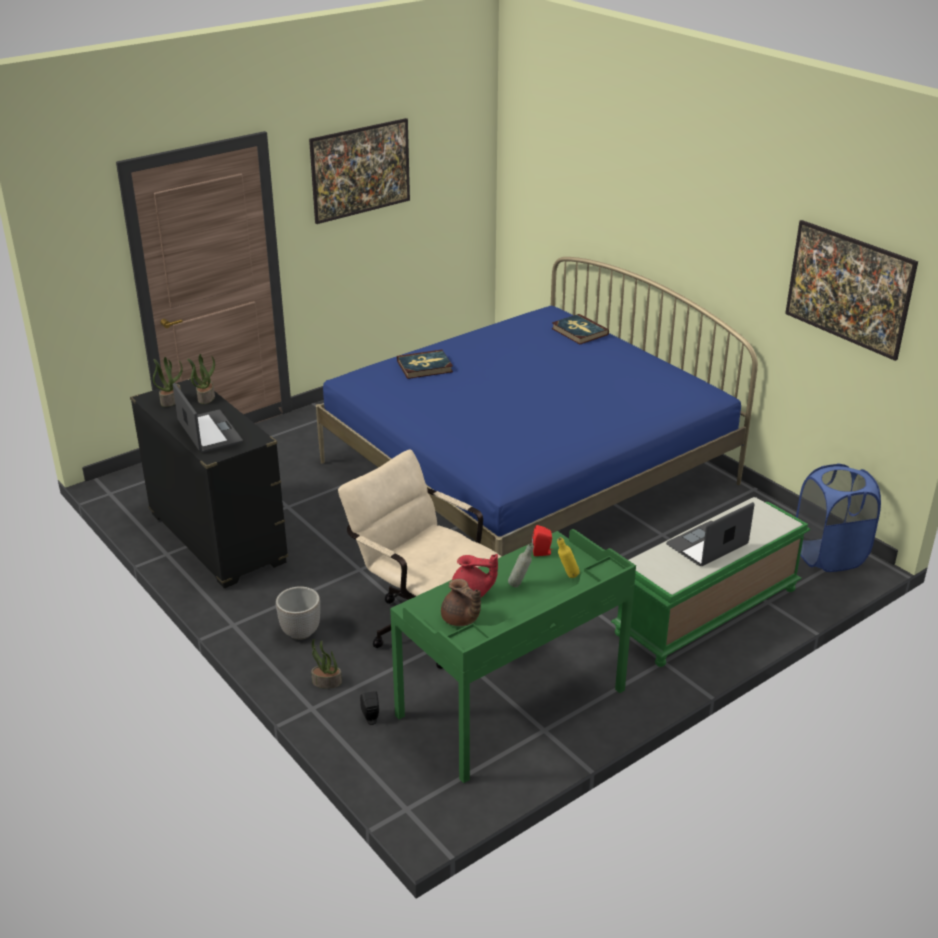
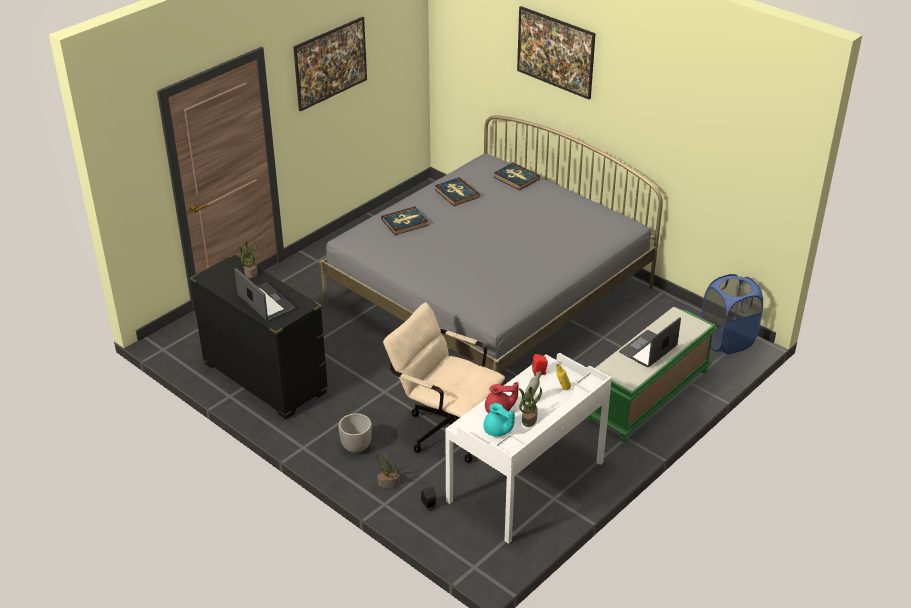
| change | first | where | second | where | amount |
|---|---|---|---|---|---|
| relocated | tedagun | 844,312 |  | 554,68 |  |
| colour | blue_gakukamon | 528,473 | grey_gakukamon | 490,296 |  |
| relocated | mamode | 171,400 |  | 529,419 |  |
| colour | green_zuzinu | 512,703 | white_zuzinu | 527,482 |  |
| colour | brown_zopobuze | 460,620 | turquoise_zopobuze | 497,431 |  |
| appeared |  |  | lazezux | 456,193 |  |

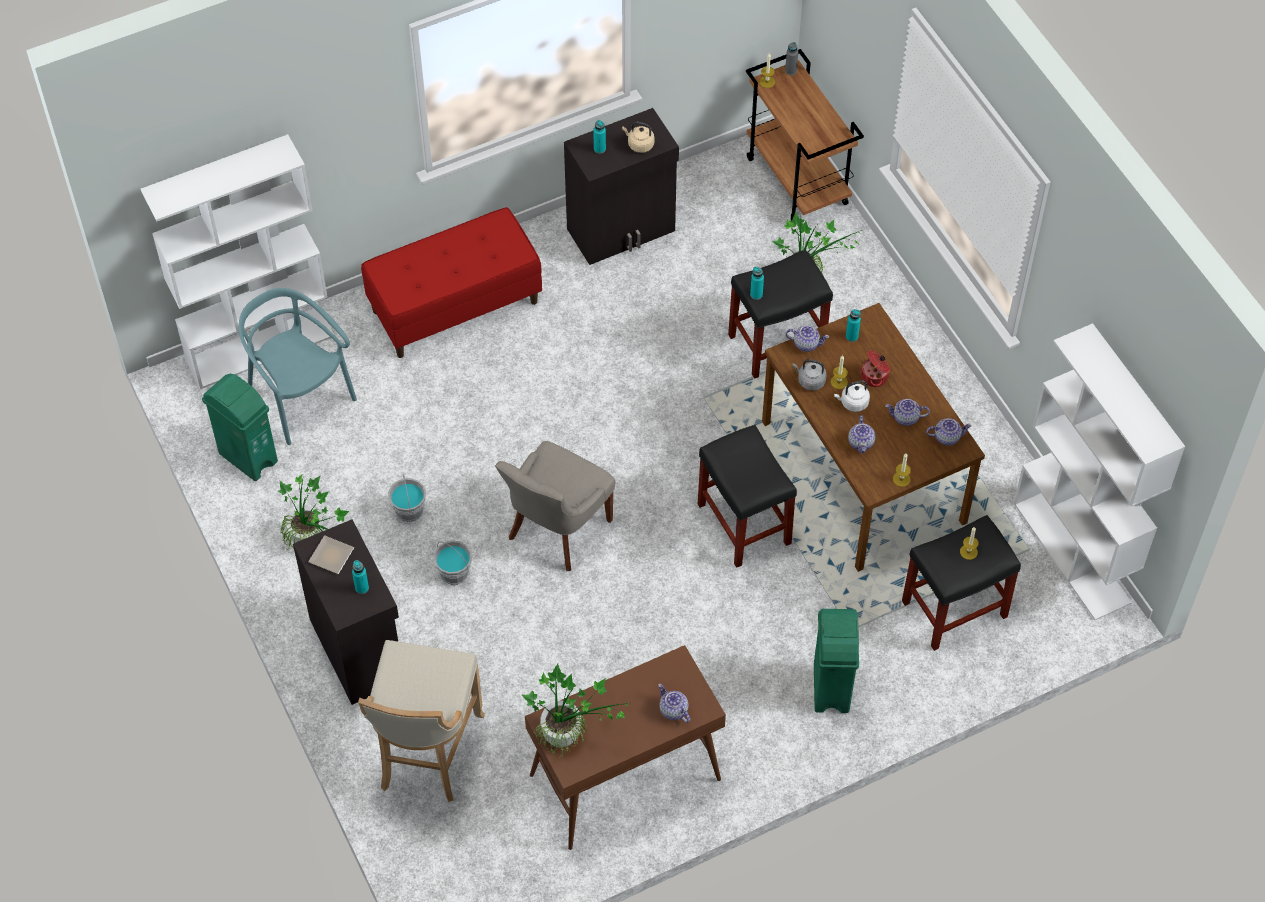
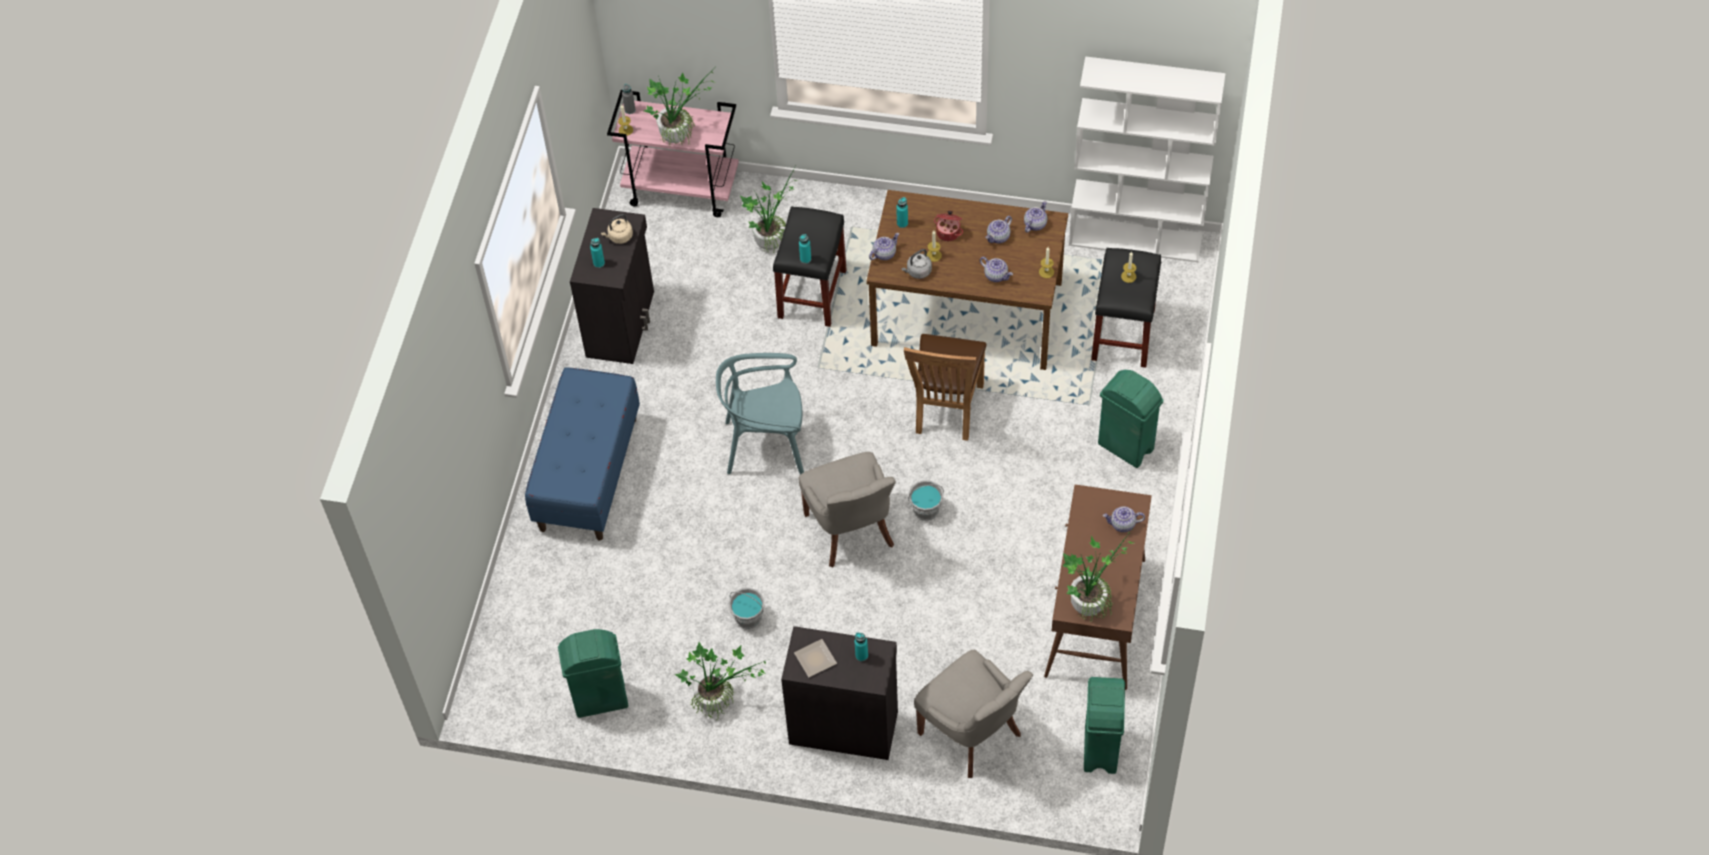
| change | first | where | second | where | amount |
|---|---|---|---|---|---|
| colour | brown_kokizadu | 798,181 | pink_kokizadu | 683,189 |  |
| missing | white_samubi | 260,347 |  |  |  |
| colour | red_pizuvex | 455,306 | blue_pizuvex | 588,473 |  |
| relocated | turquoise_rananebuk | 299,398 |  | 766,445 |  |
| missing | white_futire | 853,403 |  |  |  |
| exchanged | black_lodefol | 743,523 | brown_rananebuk | 946,412 |  |
| relocated | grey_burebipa | 454,573 |  | 926,510 |  |
| exchanged | beige_lodefol | 427,754 | grey_rananebuk | 972,734 |  |
| appeared |  |  | mamode | 679,132 |  |
| appeared |  |  | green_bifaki | 1100,750 |  |

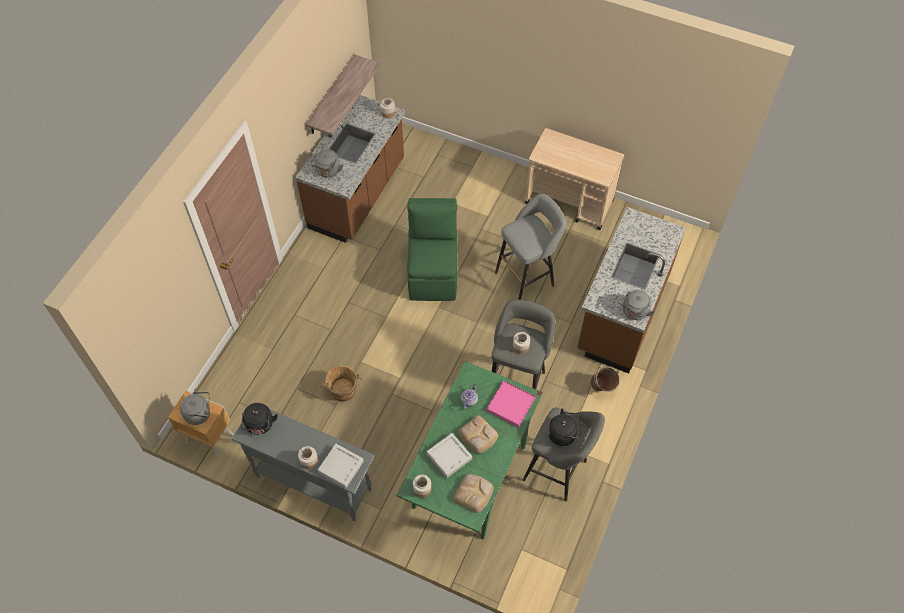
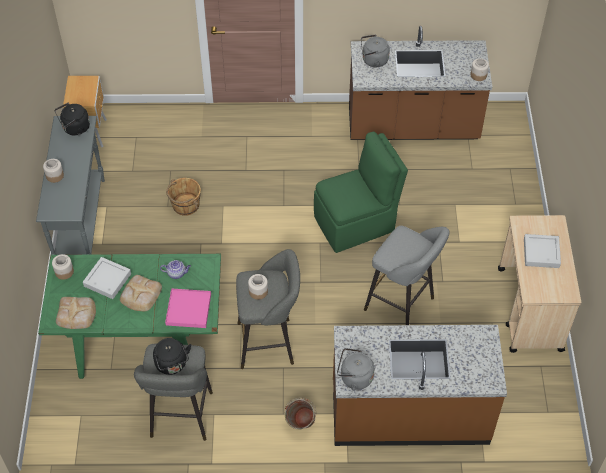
| change | first | where | second | where | amount |
|---|---|---|---|---|---|
| missing | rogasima | 331,96 |  |  |  |
| missing | grey_futire | 200,413 |  |  |  |
| relocated | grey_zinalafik | 341,467 |  | 541,253 |  |

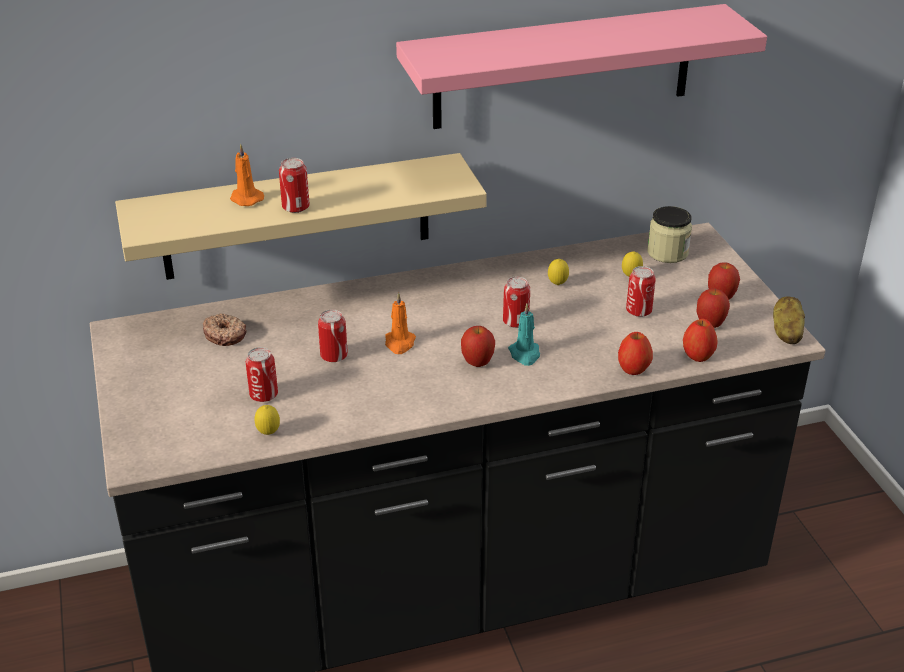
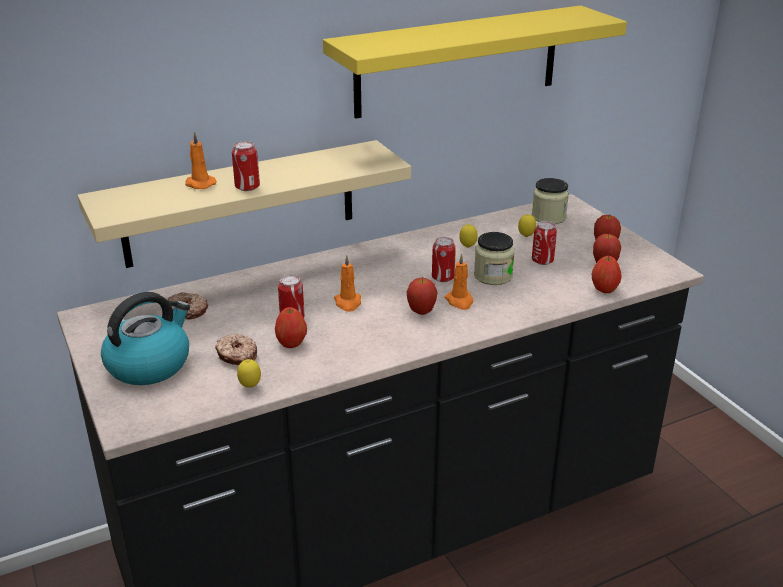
| change | first | where | second | where | amount |
|---|---|---|---|---|---|
| colour | pink_rogasima | 563,67 | yellow_rogasima | 458,61 |  |
| missing | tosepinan | 786,332 |  |  |  |
| colour | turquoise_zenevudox | 525,354 | orange_zenevudox | 459,301 |  |
| relocated | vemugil | 633,369 |  | 291,343 |  |
| exchanged | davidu | 264,395 | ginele | 237,356 |  |
| appeared |  |  | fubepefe | 493,276 |  |
| appeared |  |  | futire | 149,364 |  |

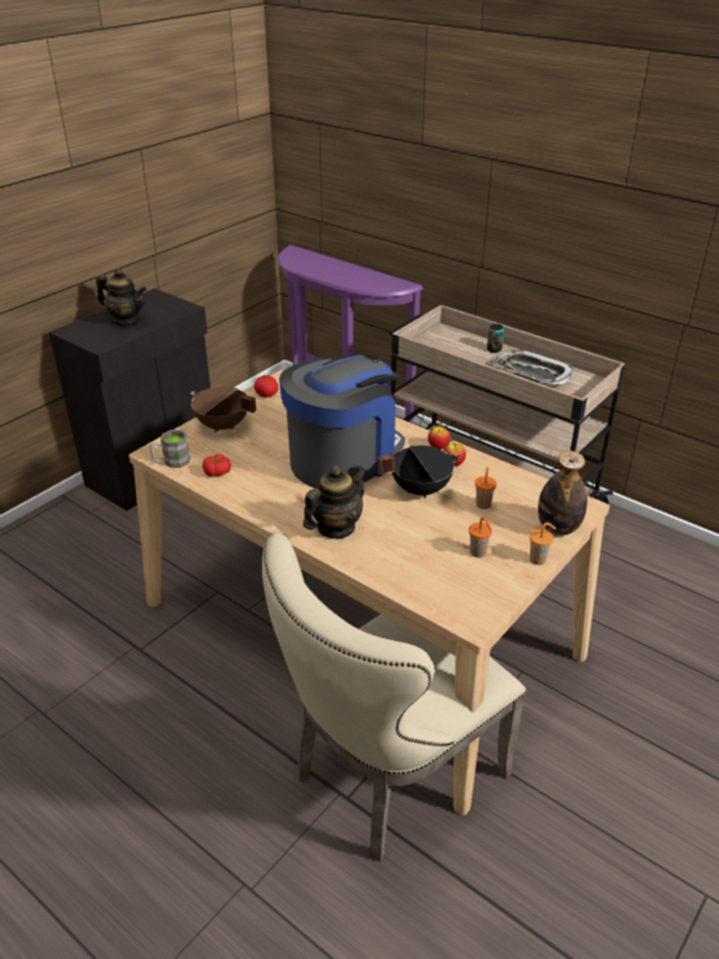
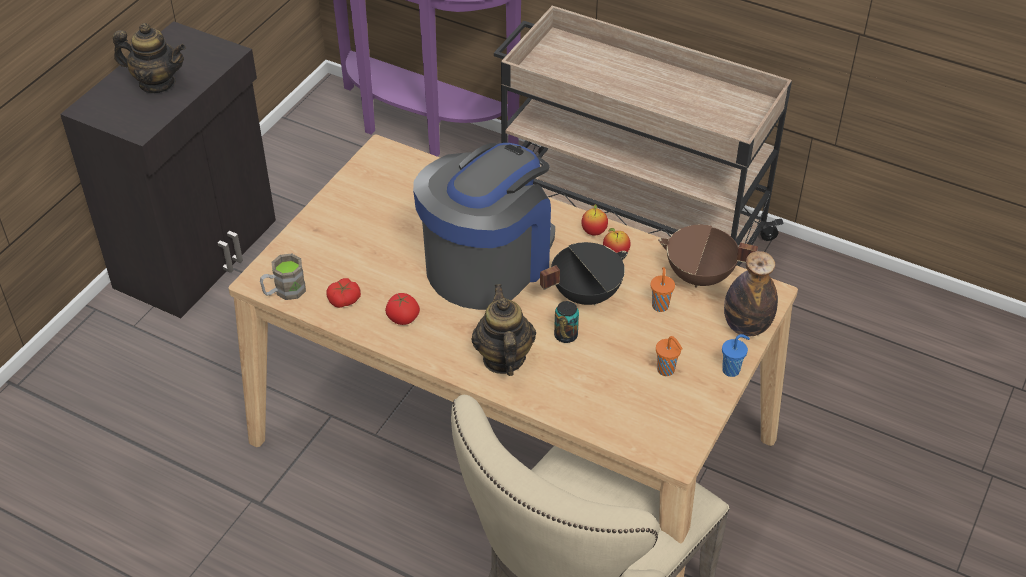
| change | first | where | second | where | amount |
|---|---|---|---|---|---|
| relocated | davidu | 494,349 |  | 565,335 |  |
| missing | zinalafik | 531,373 |  |  |  |
| relocated | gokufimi | 267,395 |  | 403,318 |  |
| relocated | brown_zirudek | 222,426 |  | 699,277 |  |
| spun | zopobuze | 336,528 |  | 503,358 | 45 degrees counterclockwise |
| colour | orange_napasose | 538,560 | blue_napasose | 732,370 |  |

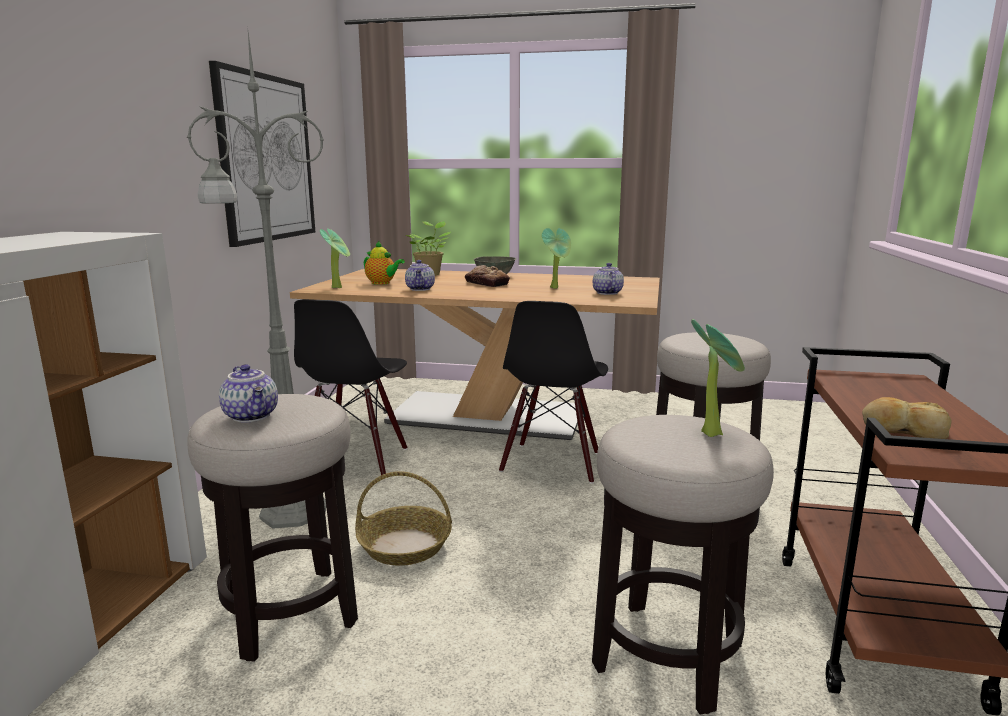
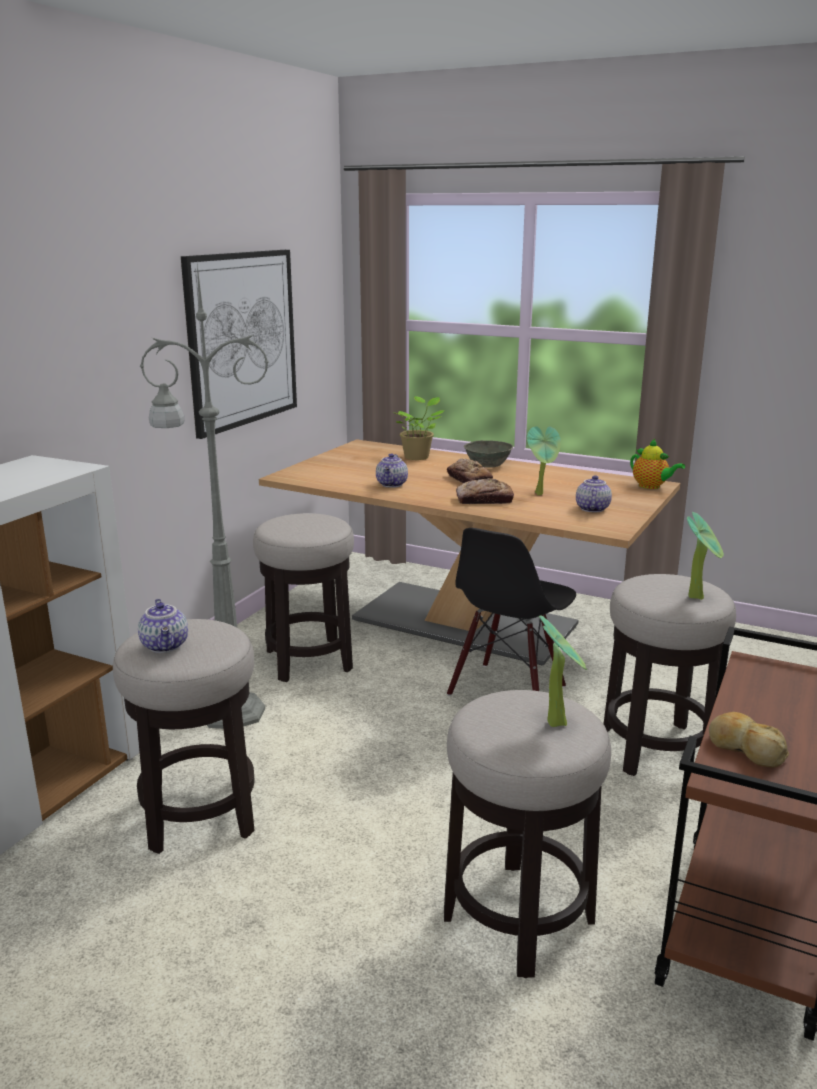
| change | first | where | second | where | amount |
|---|---|---|---|---|---|
| relocated | mamode | 339,287 |  | 698,596 |  |
| relocated | zopobuze | 382,283 |  | 651,486 |  |
| exchanged | black_rananebuk | 355,459 | lodefol | 308,660 |  |
| missing | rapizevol | 405,546 |  |  |  |
| appeared |  |  | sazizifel | 484,500 |  |

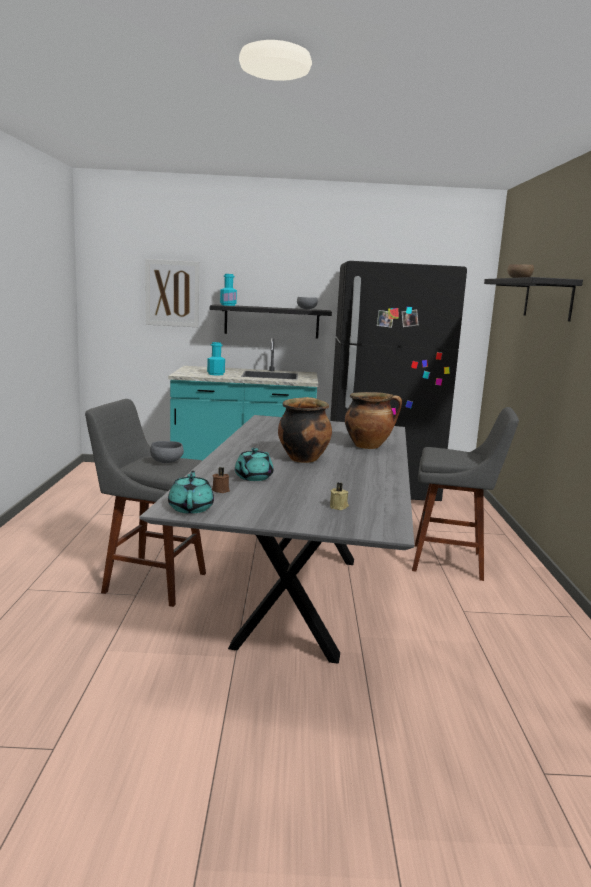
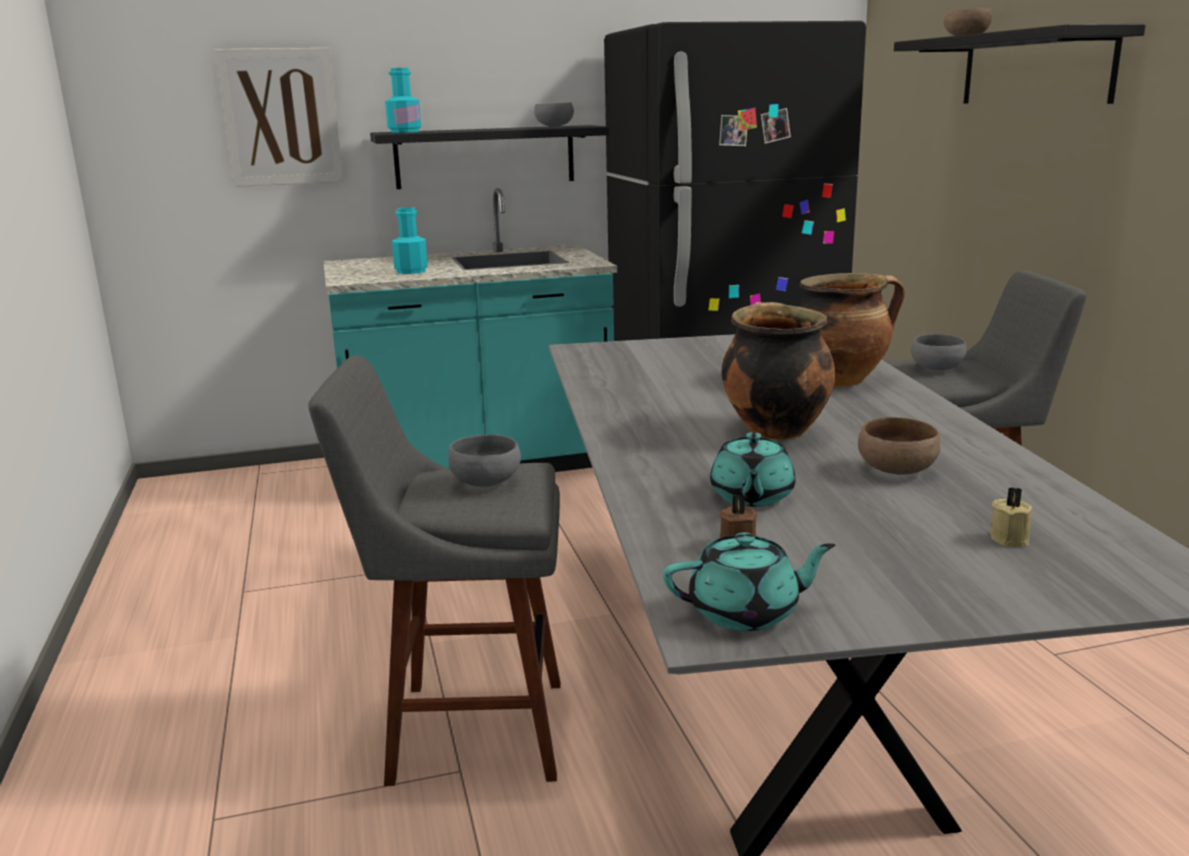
| change | first | where | second | where | amount |
|---|---|---|---|---|---|
| spun | turquoise_zopobuze | 191,508 |  | 746,612 | 105 degrees clockwise |
| appeared |  |  | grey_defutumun | 937,369 |  |
| appeared |  |  | brown_defutumun | 897,471 |  |

